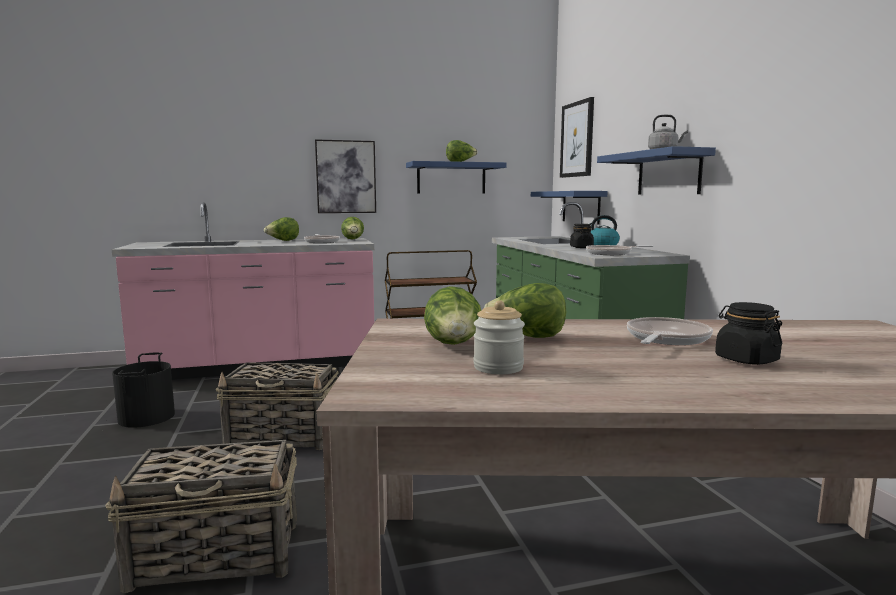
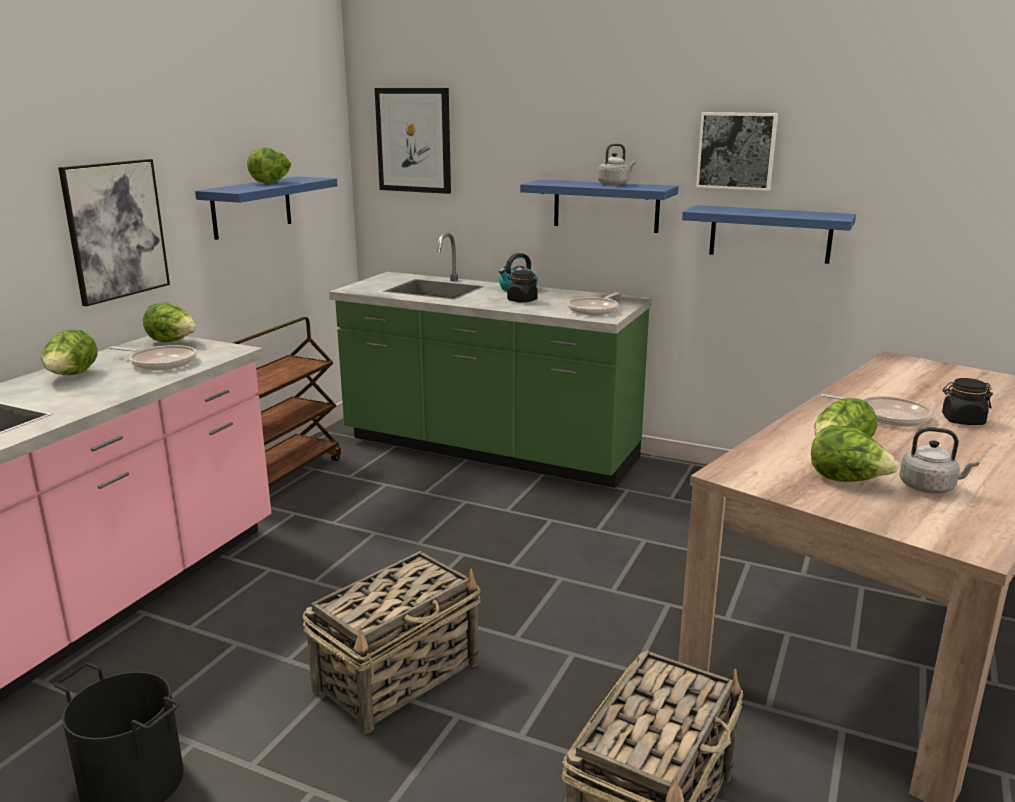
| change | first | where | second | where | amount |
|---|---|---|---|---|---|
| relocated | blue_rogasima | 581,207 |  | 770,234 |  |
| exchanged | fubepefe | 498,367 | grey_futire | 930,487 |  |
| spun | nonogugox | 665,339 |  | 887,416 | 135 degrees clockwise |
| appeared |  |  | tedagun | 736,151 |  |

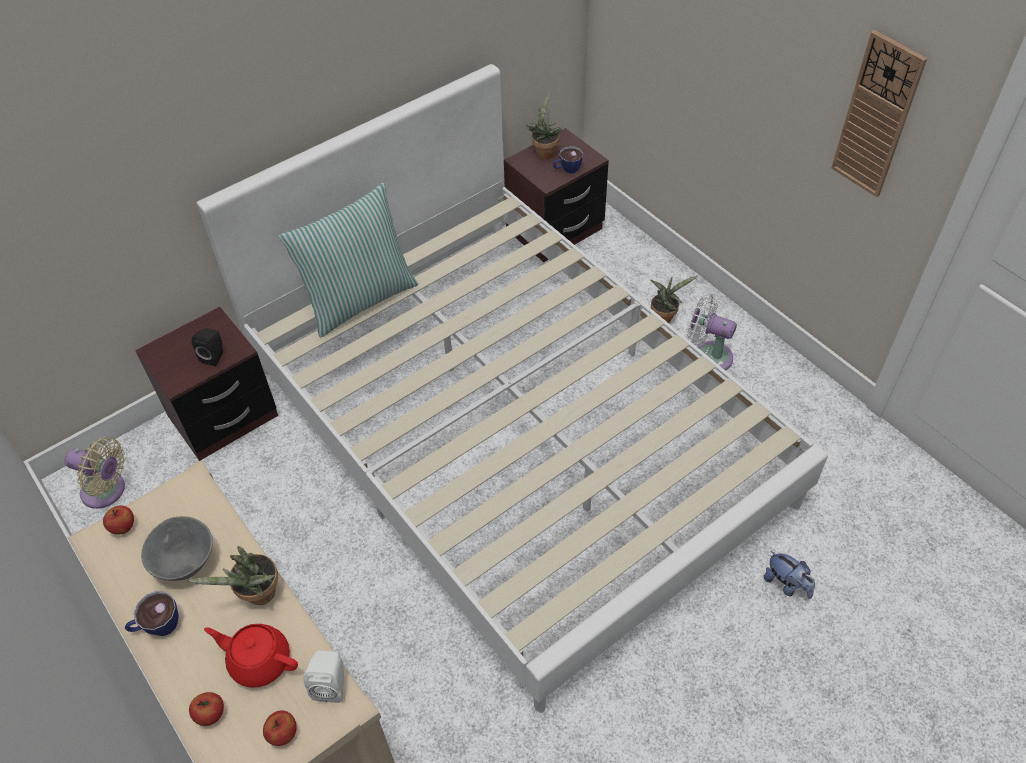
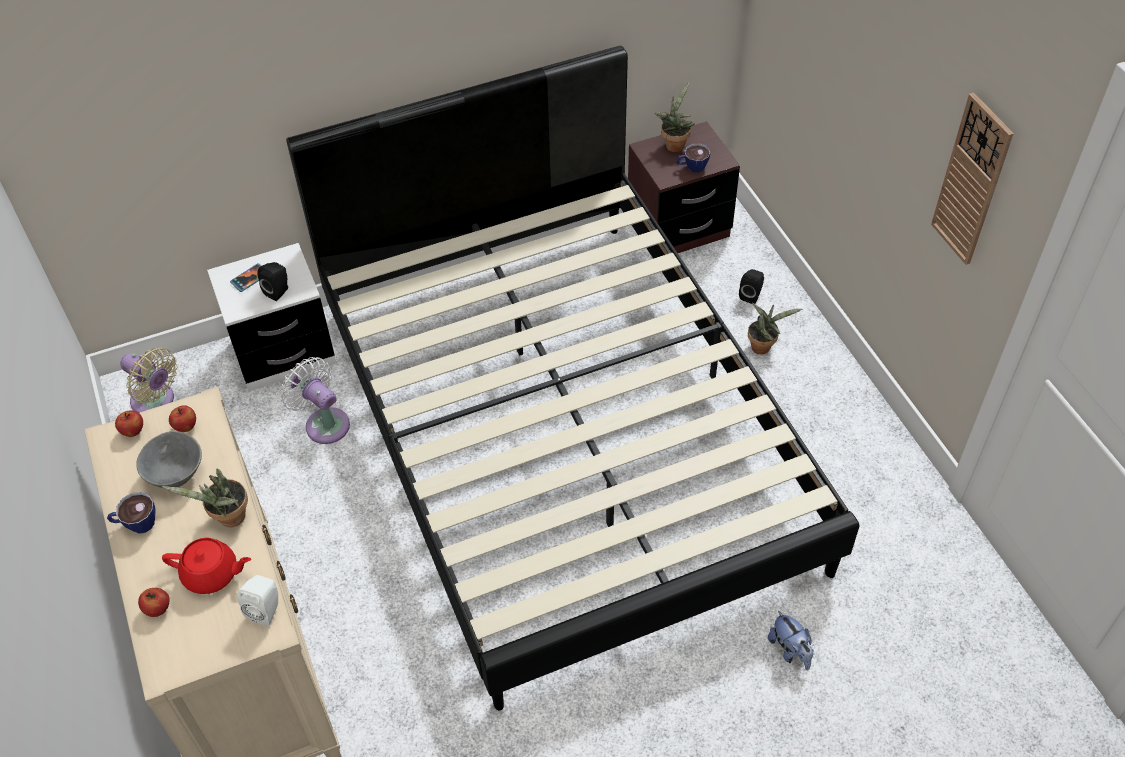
| change | first | where | second | where | amount |
|---|---|---|---|---|---|
| colour | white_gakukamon | 515,431 | black_gakukamon | 565,431 |  |
| missing | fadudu | 359,299 |  |  |  |
| relocated | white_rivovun | 708,355 |  | 324,423 |  |
| colour | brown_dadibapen | 223,416 | white_dadibapen | 284,353 |  |
| spun | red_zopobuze | 259,660 |  | 212,574 | 150 degrees clockwise |
| relocated | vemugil | 283,734 |  | 186,426 |  |
| appeared |  |  | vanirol | 250,278 |  |
| appeared |  |  | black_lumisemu | 751,295 |  |

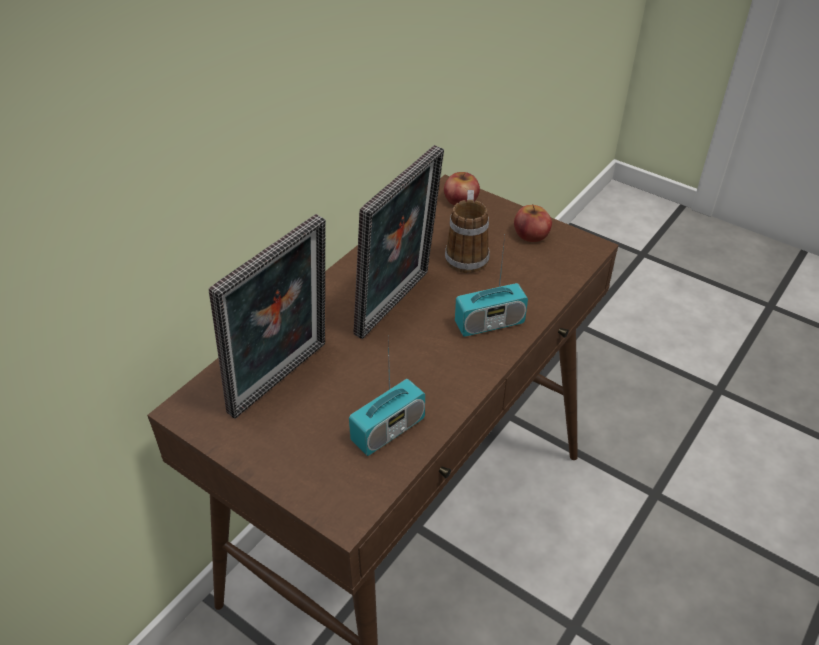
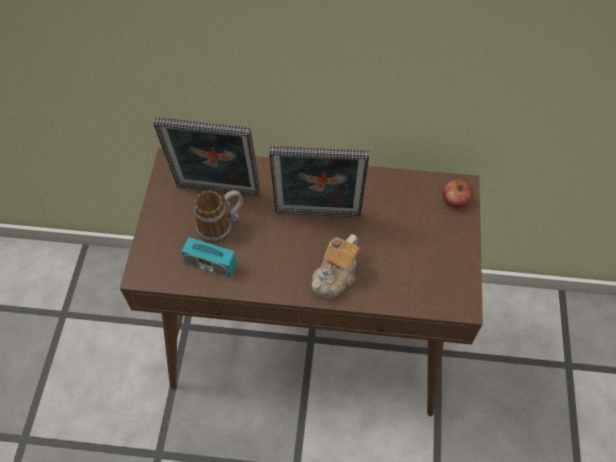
| change | first | where | second | where | amount |
|---|---|---|---|---|---|
| relocated | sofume | 467,254 |  | 221,225 |  |
| missing | vemugil | 531,234 |  |  |  |
| exchanged | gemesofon | 489,323 | zopobuze | 335,276 |  |

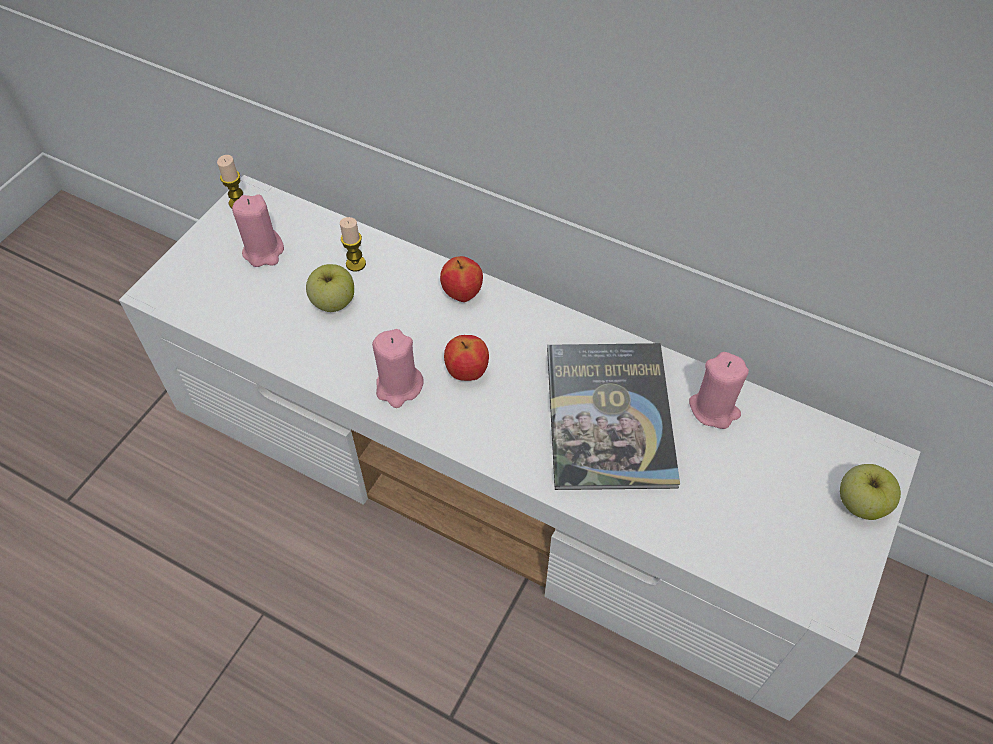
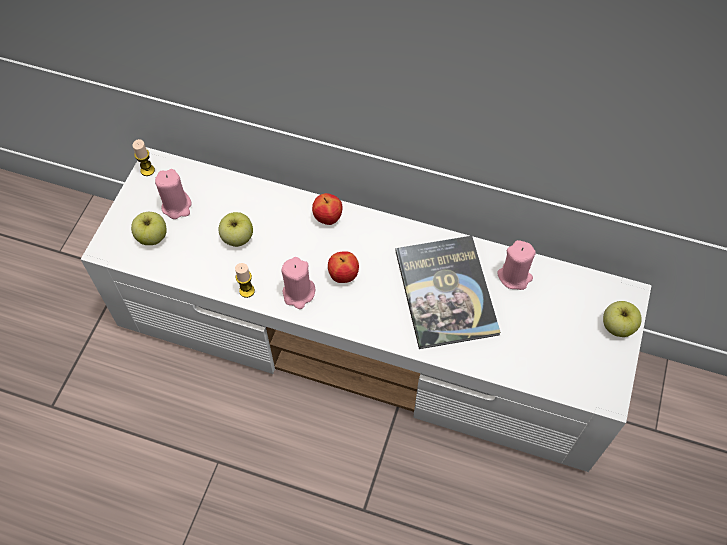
| change | first | where | second | where | amount |
|---|---|---|---|---|---|
| relocated | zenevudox | 356,264 |  | 247,290 |  |
| appeared |  |  | vemugil | 152,237 |  |

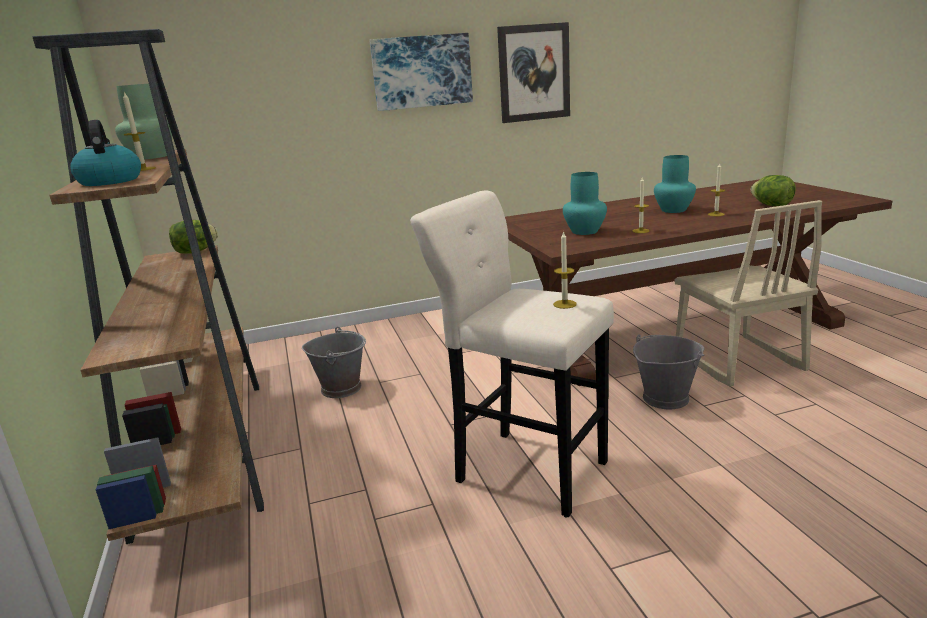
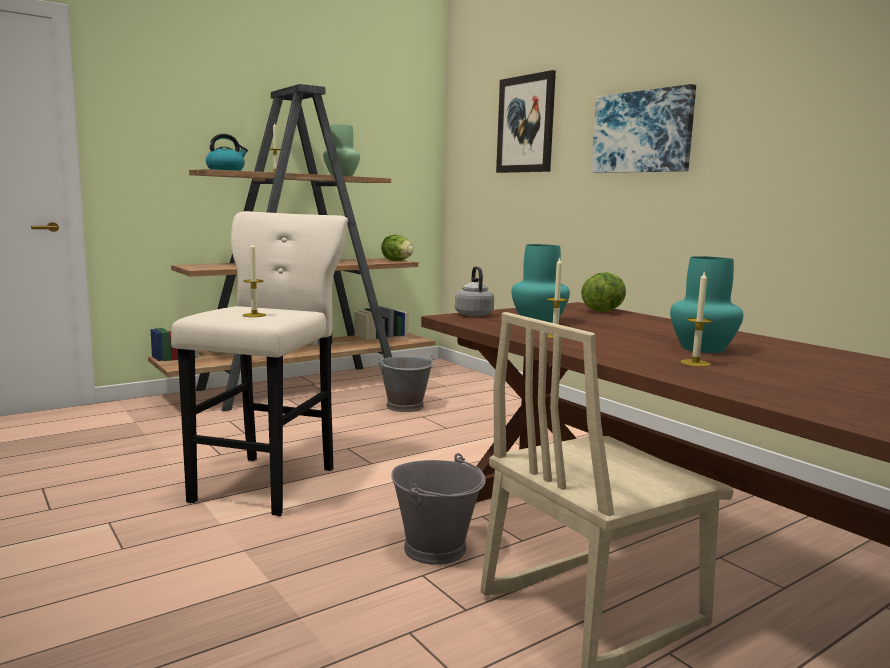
| change | first | where | second | where | amount |
|---|---|---|---|---|---|
| relocated | tedagun | 534,73 |  | 525,124 |  |
| relocated | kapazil | 771,205 |  | 603,311 |  |
| appeared |  |  | grey_futire | 473,314 |  |

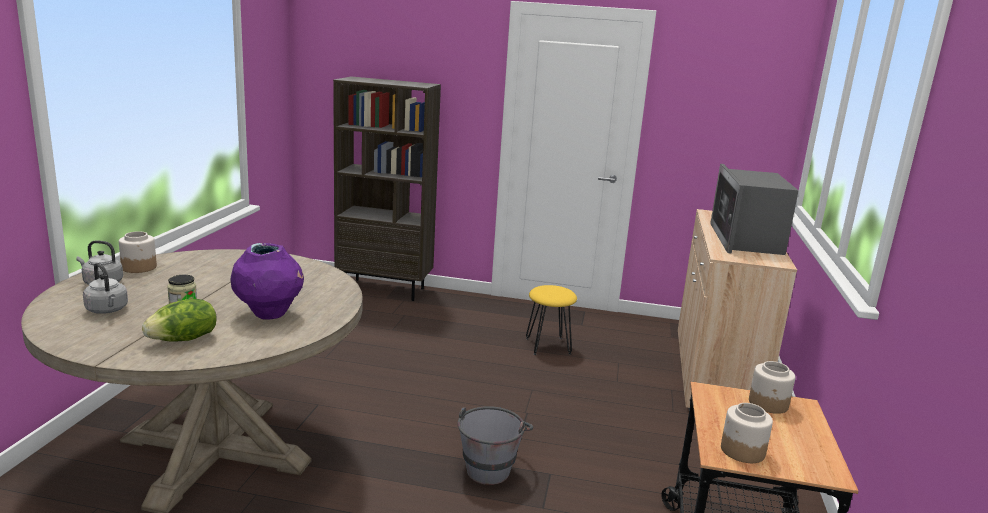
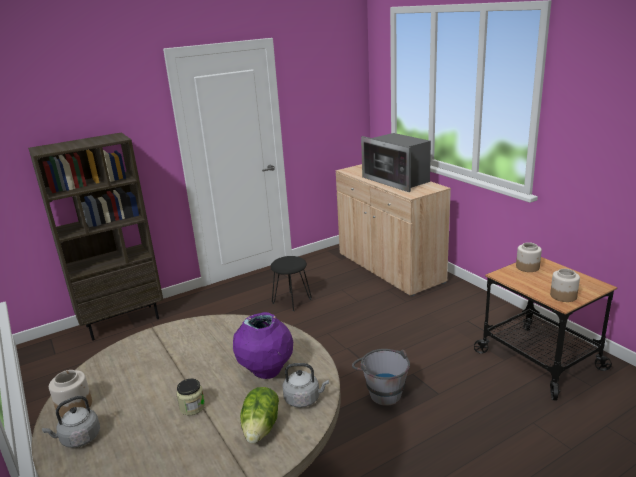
| change | first | where | second | where | amount |
|---|---|---|---|---|---|
| relocated | grey_futire | 107,310 |  | 304,399 |  |
| colour | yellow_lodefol | 548,346 | black_lodefol | 292,301 |  |

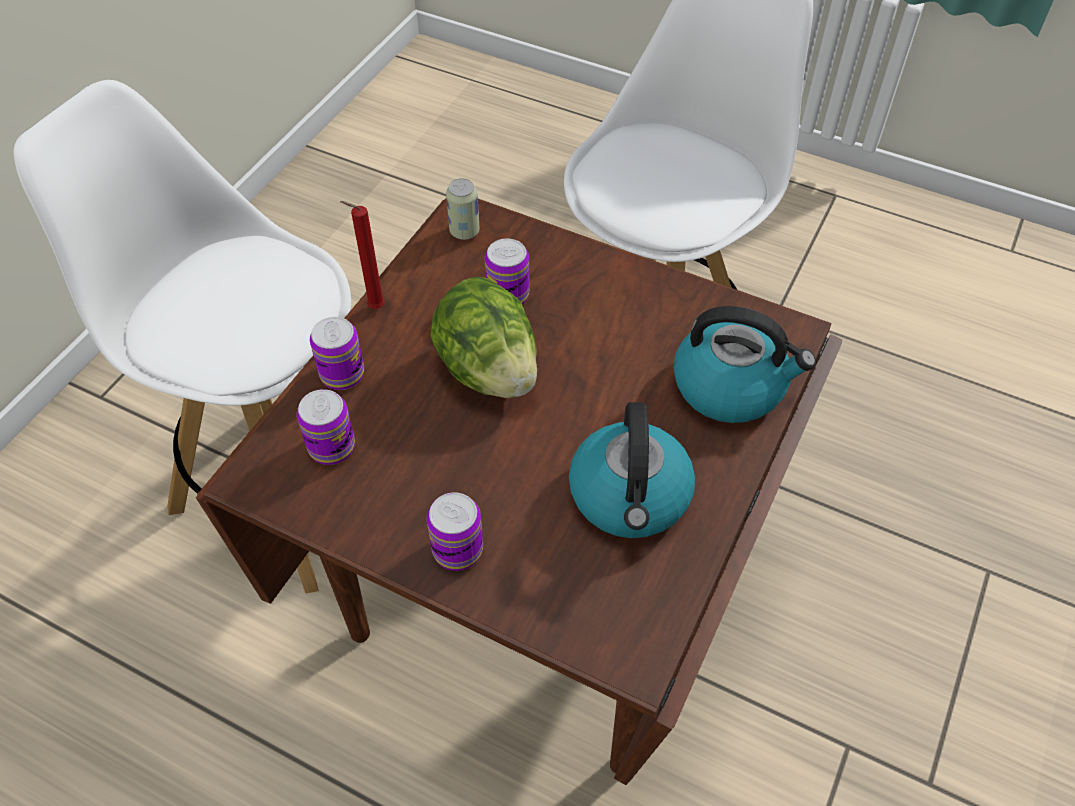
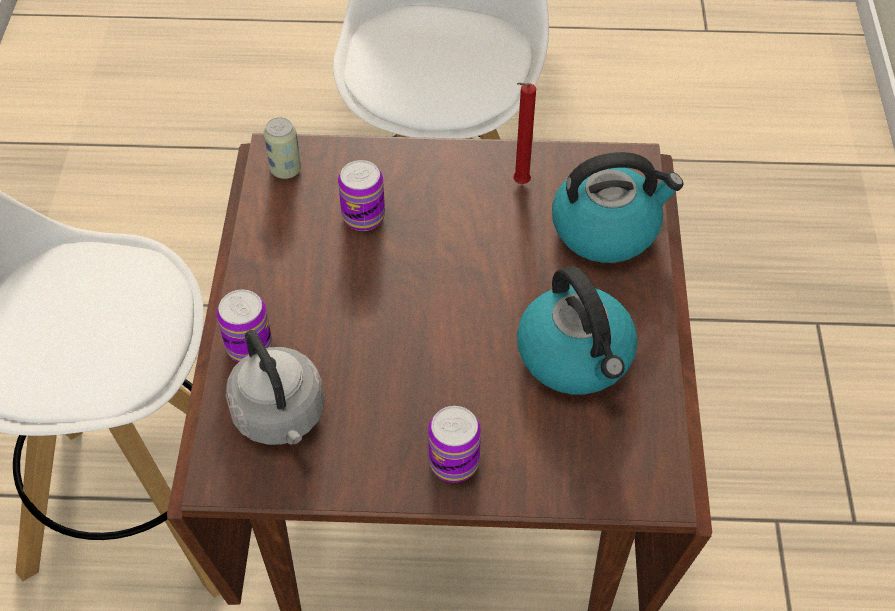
| change | first | where | second | where | amount |
|---|---|---|---|---|---|
| relocated | red_zenevudox | 373,308 |  | 519,184 |  |
| missing | kapazil | 488,370 |  |  |  |
| exchanged | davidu | 332,447 | grey_futire | 281,417 |  |

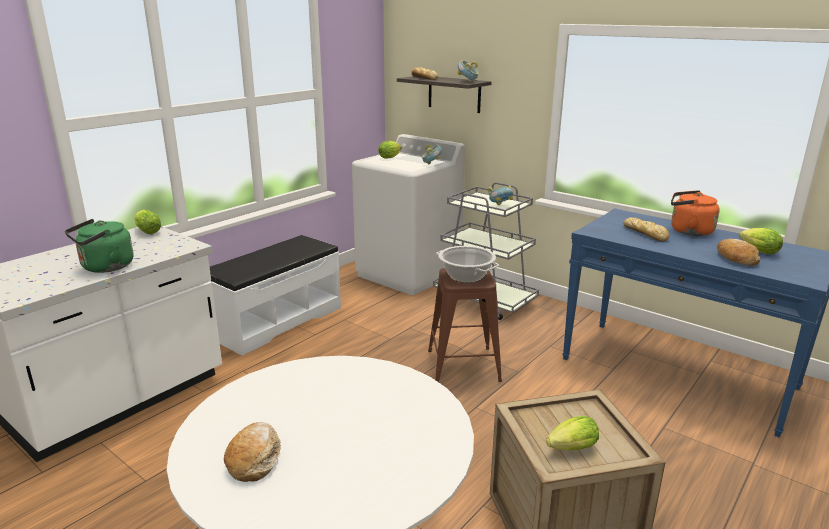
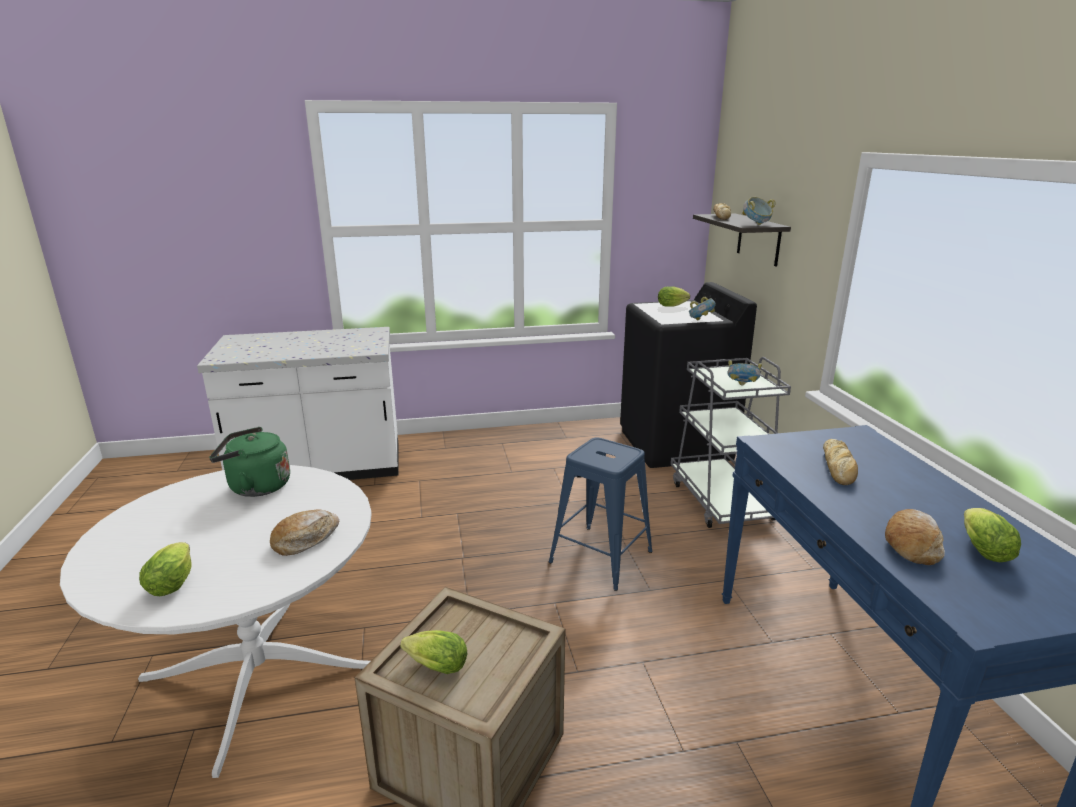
| change | first | where | second | where | amount |
|---|---|---|---|---|---|
| colour | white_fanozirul | 408,273 | black_fanozirul | 676,444 |  |
| missing | orange_futire | 688,231 |  |  |  |
| relocated | kapazil | 147,232 |  | 174,582 |  |
| relocated | green_futire | 105,267 |  | 256,487 |  |
| missing | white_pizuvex | 276,321 |  |  |  |
| missing | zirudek | 466,276 |  |  |  |
| colour | brown_lodefol | 463,365 | blue_lodefol | 600,557 |  |
| relocated | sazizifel | 254,458 |  | 305,539 |  |

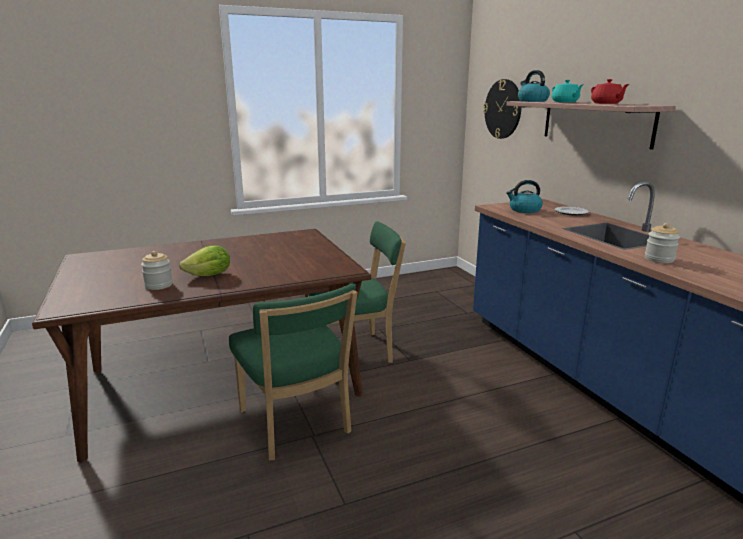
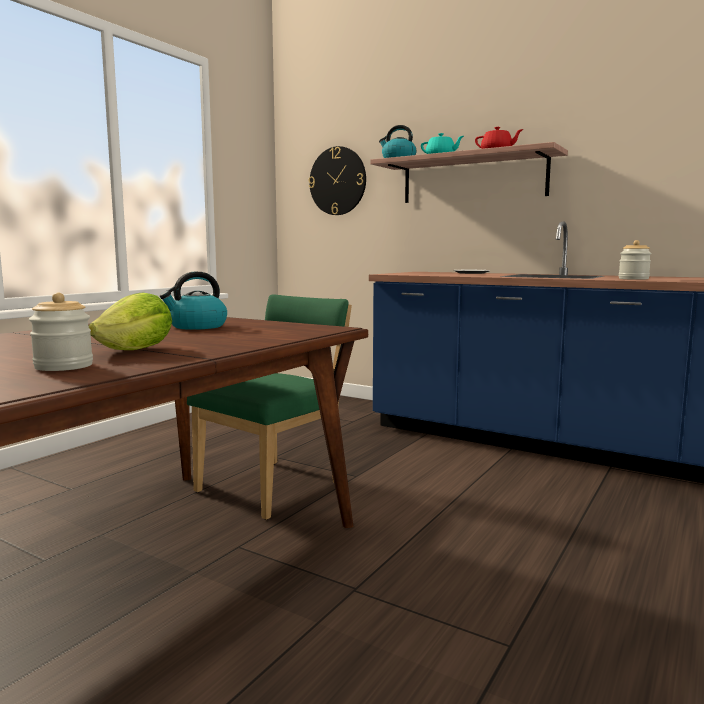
| change | first | where | second | where | amount |
|---|---|---|---|---|---|
| relocated | futire | 524,210 |  | 197,326 |  |
| missing | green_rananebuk | 296,425 |  |  |  |

